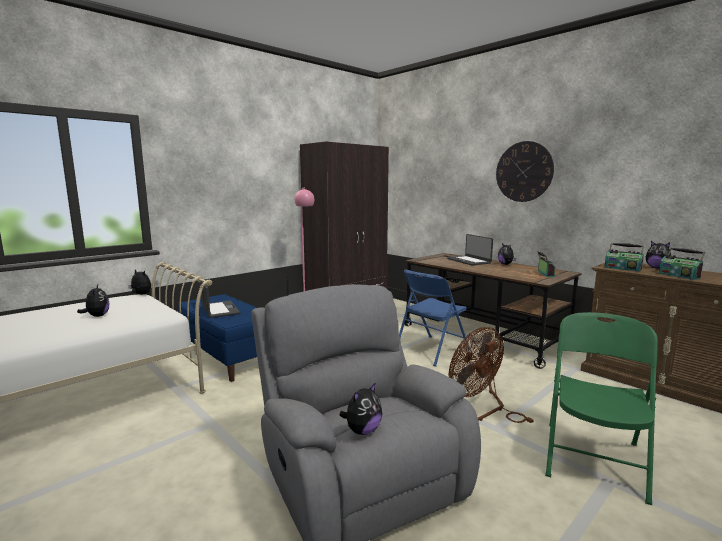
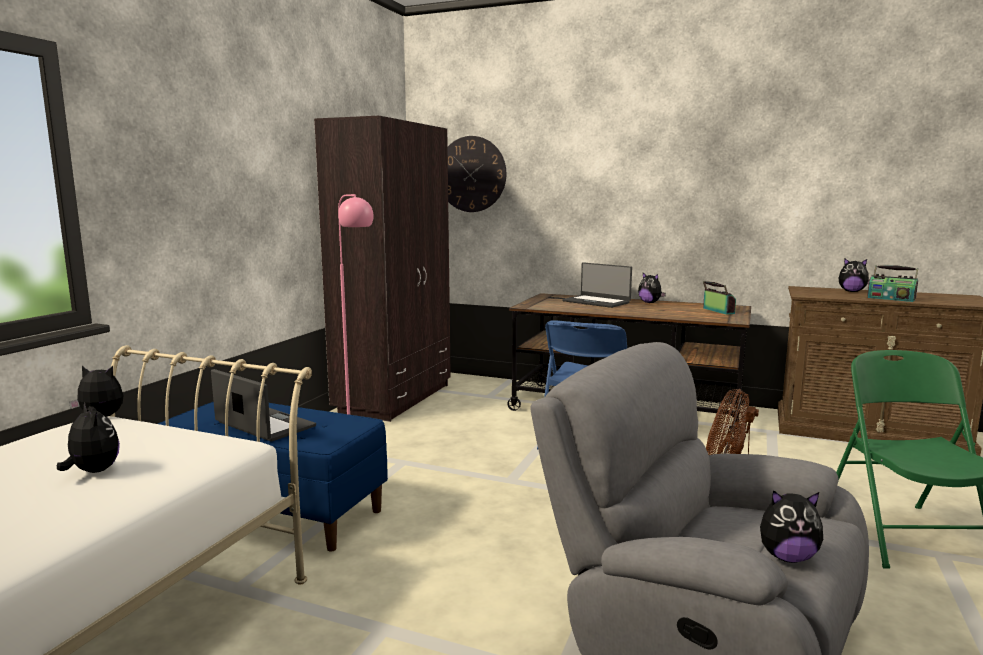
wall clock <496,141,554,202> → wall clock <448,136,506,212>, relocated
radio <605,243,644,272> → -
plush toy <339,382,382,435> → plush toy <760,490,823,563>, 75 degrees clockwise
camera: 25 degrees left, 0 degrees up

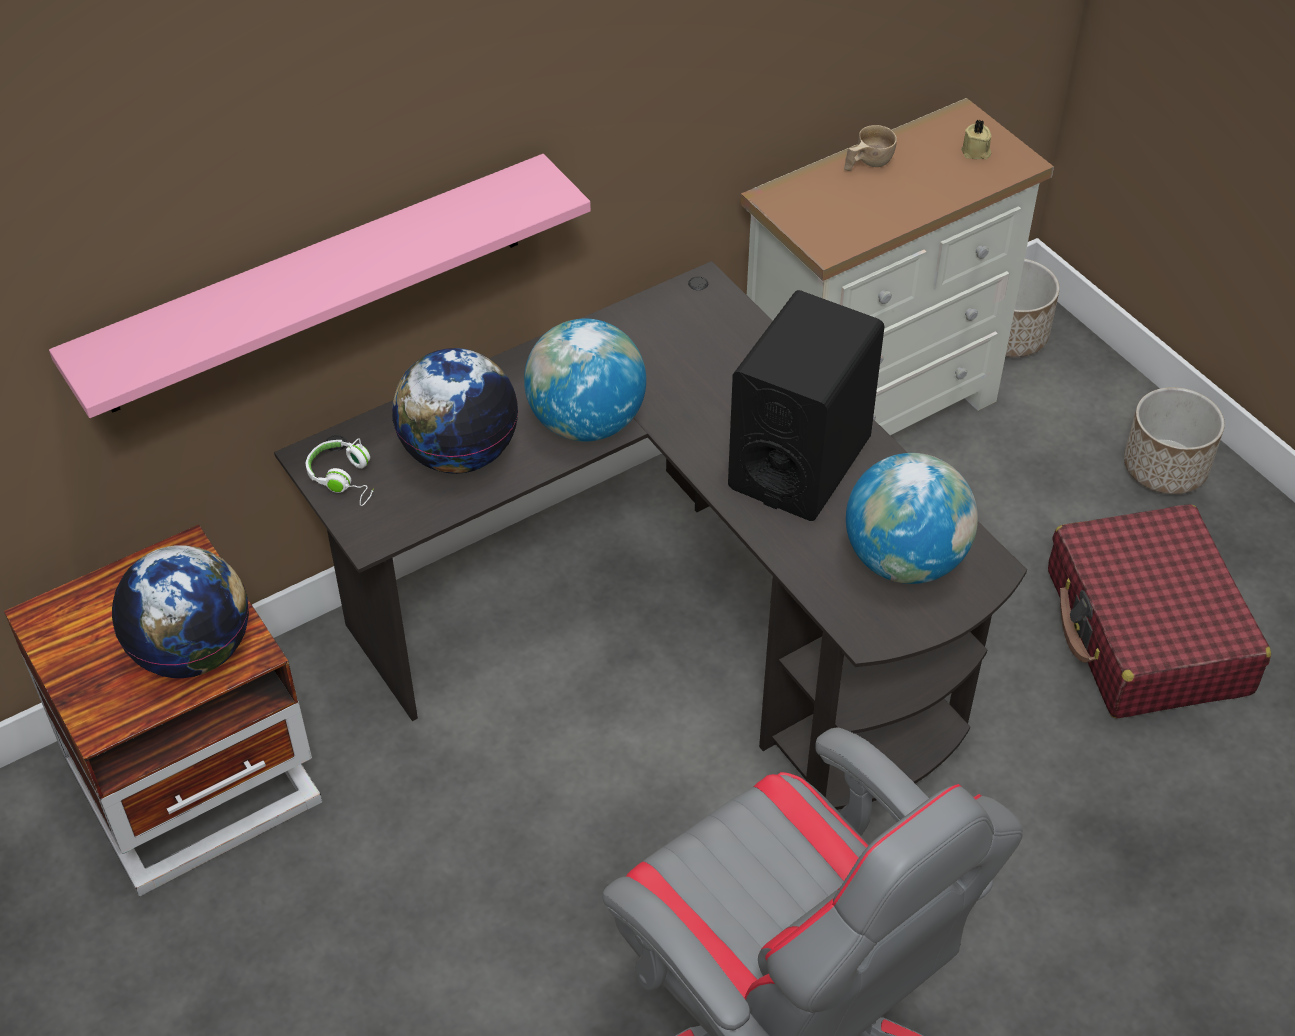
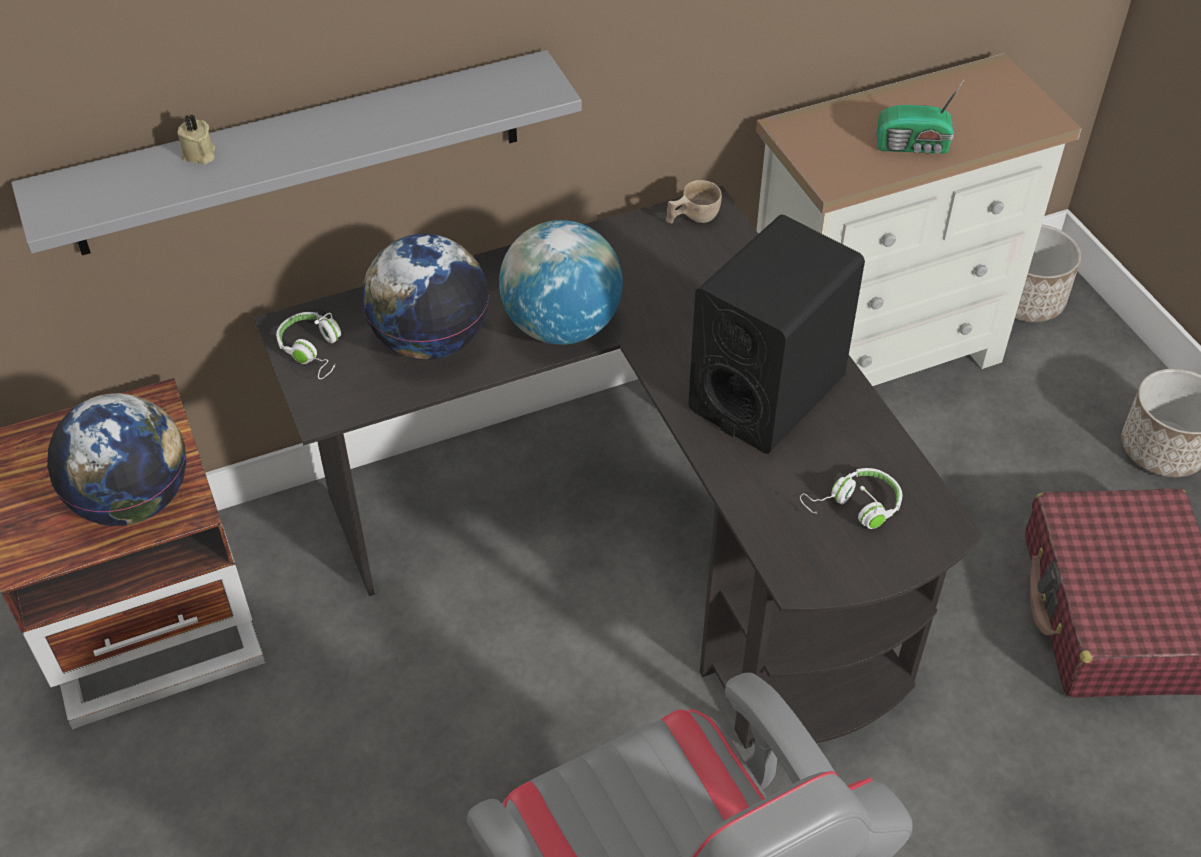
beige candle <961,120,992,159> → beige candle <177,114,215,164>, relocated
beige cup <844,125,897,171> → beige cup <666,180,722,224>, relocated
pink shelf <49,154,591,418> → grey shelf <11,50,582,255>
globe <846,453,978,584> → white headphones <800,468,902,529>
- → radio <877,79,965,154>
camera: 10 degrees right, 0 degrees up

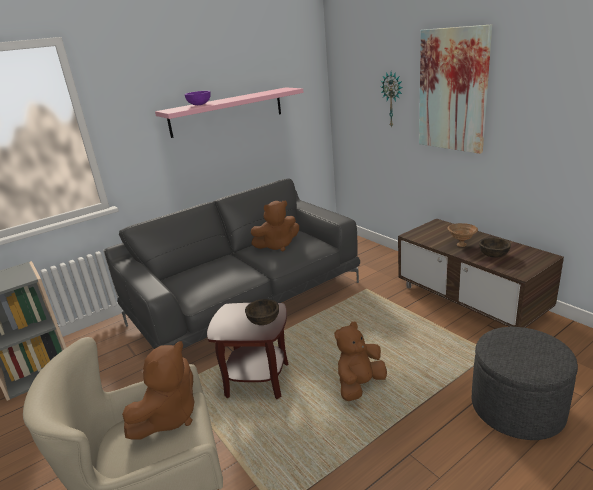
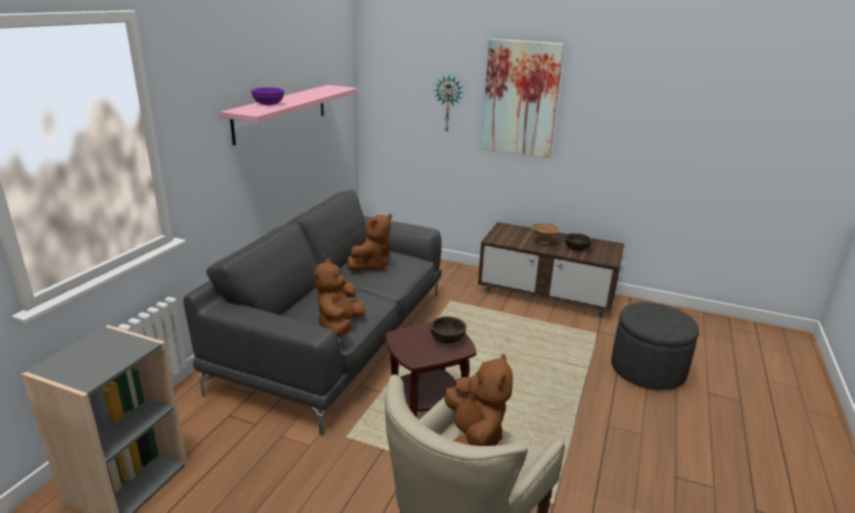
brown plush toy <334,322,387,401> → brown plush toy <313,258,365,338>, relocated
camera: 35 degrees left, 0 degrees up

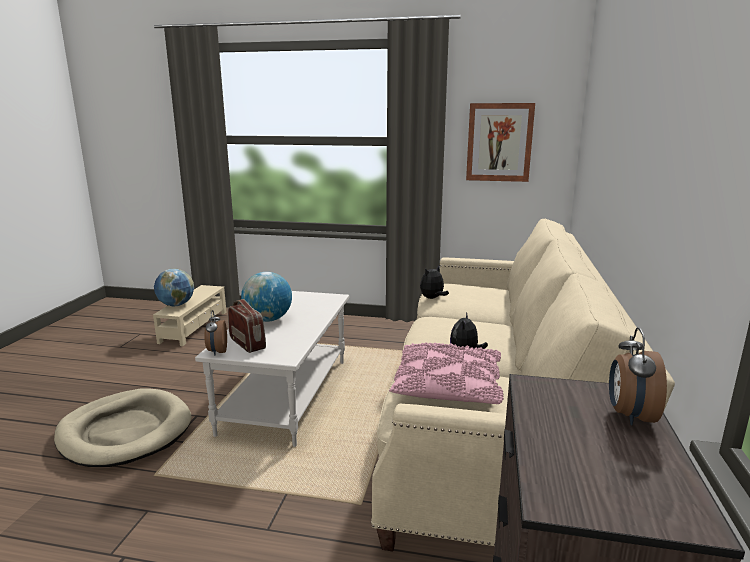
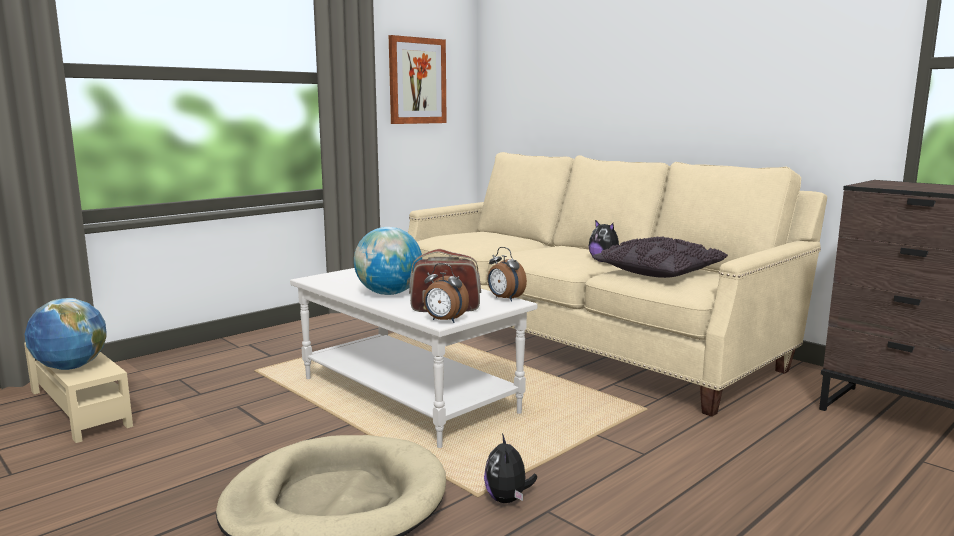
plush toy <420,266,449,299> → plush toy <484,434,537,503>, relocated
alarm clock <609,327,667,425> → alarm clock <487,247,527,302>, relocated
pink pillow <389,342,504,404> → black pillow <592,236,728,278>
camera: 55 degrees left, 5 degrees down

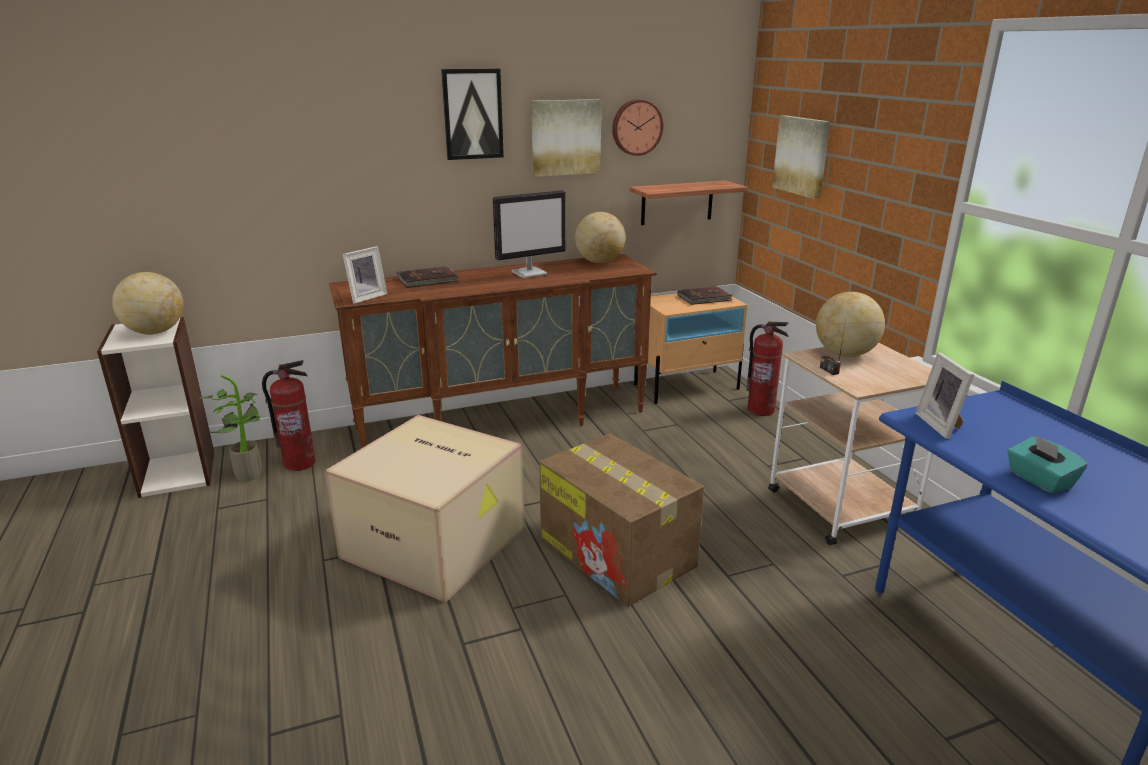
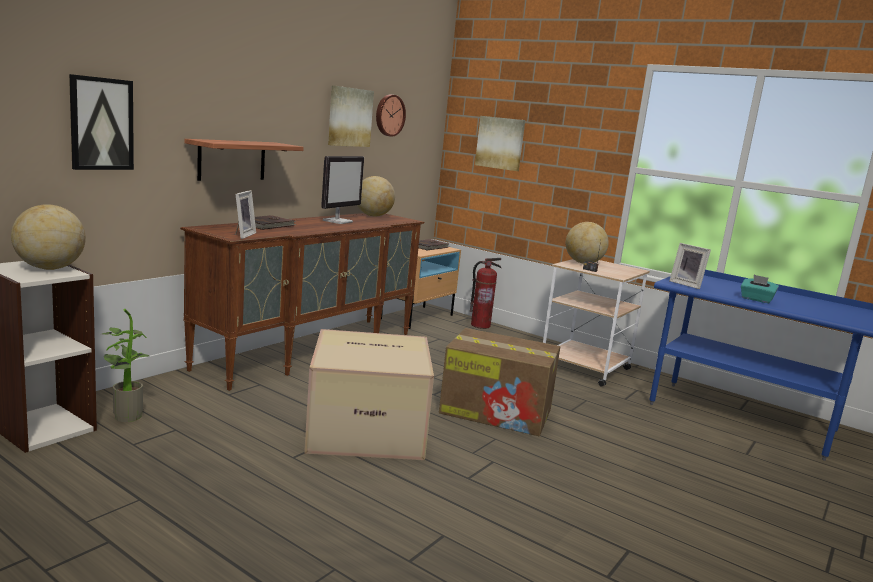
picture <441,69,504,160> → picture <69,74,134,170>, relocated
shelf <629,180,748,225> → shelf <185,139,304,181>, relocated
fire extinguisher <262,360,316,471> → -
camera: 35 degrees left, 10 degrees down

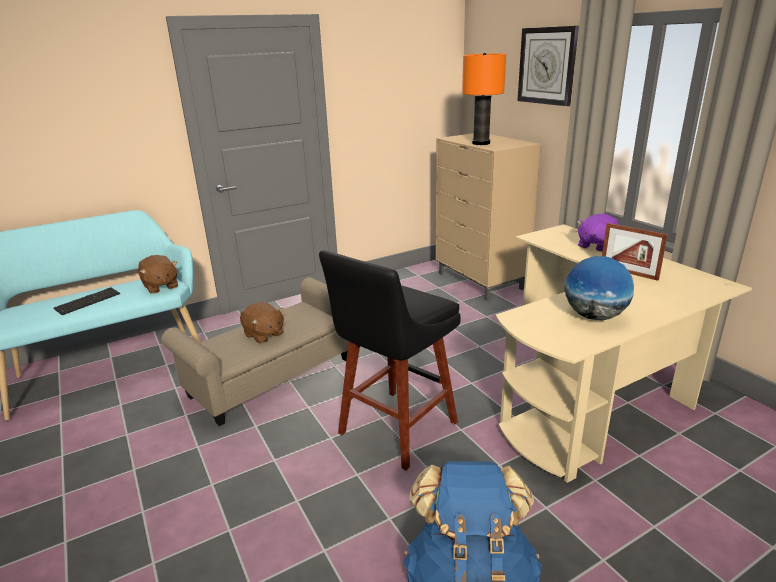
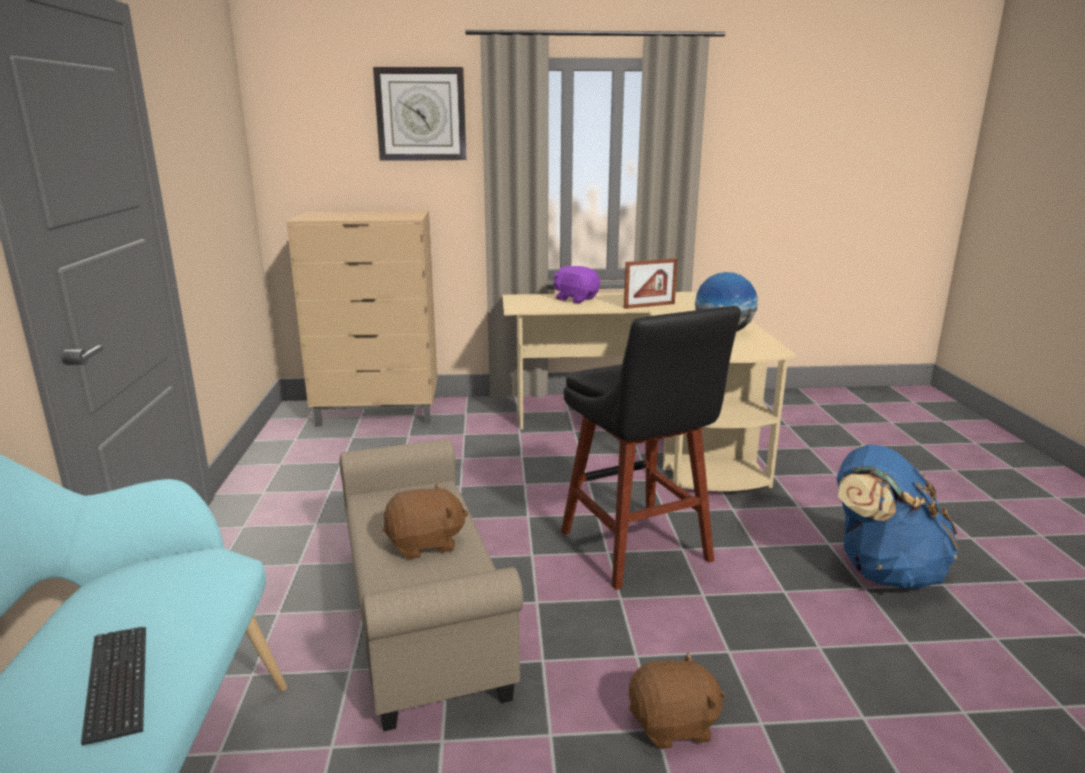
orange table lamp <462,53,506,145> → -
purple plush toy <577,214,619,252> → purple plush toy <553,266,600,303>, 150 degrees clockwise
brown plush toy <138,255,178,294> → brown plush toy <629,652,725,749>, relocated
camera: 65 degrees left, 5 degrees down

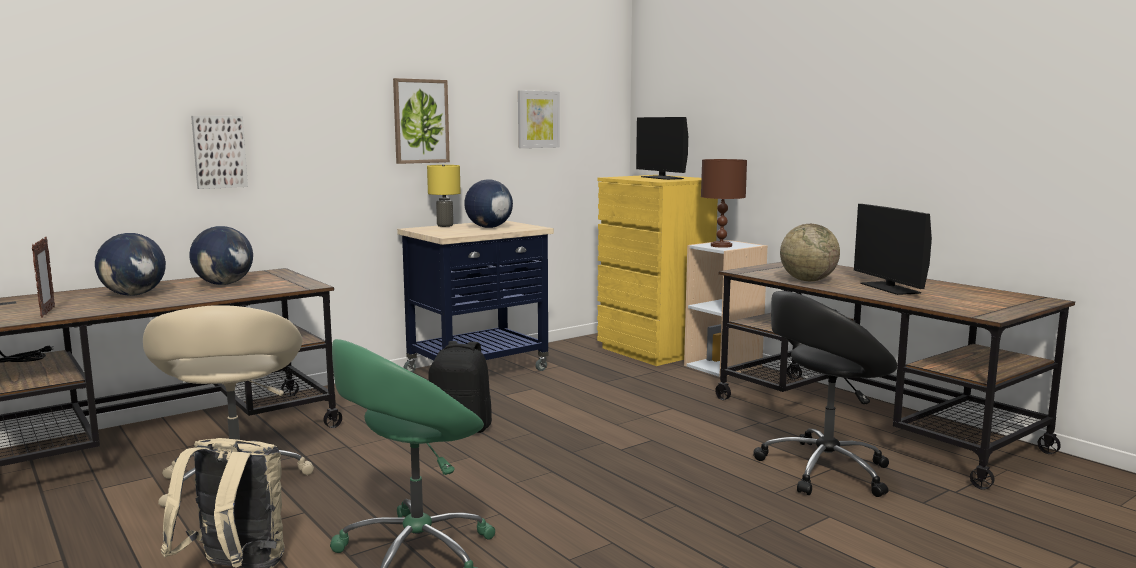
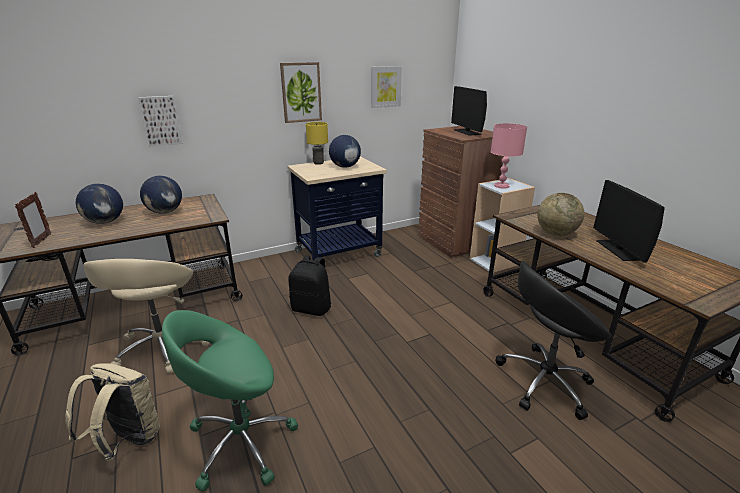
brown table lamp <701,159,747,248> → pink table lamp <491,124,527,189>
yellow dresser <597,175,718,366> → brown dresser <418,126,504,258>
camera: 10 degrees right, 15 degrees up

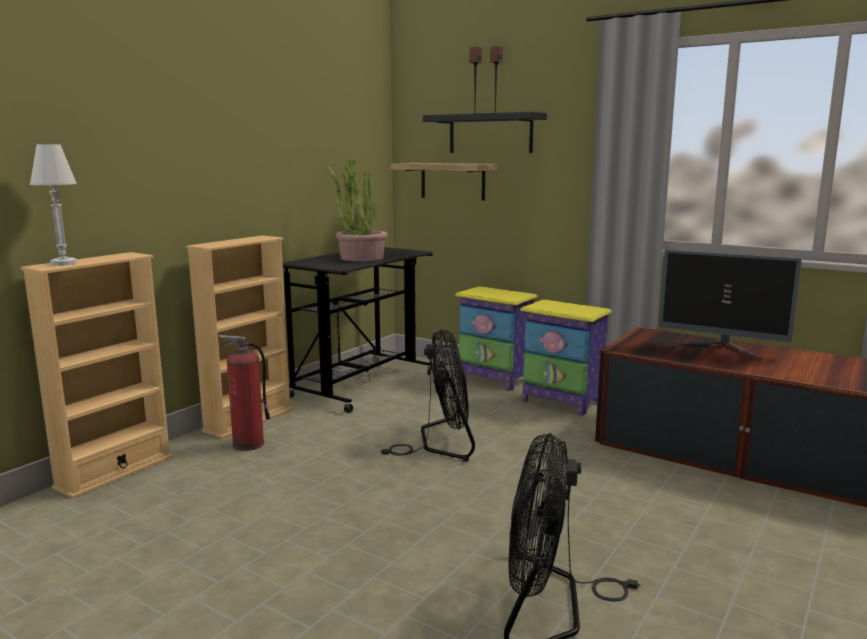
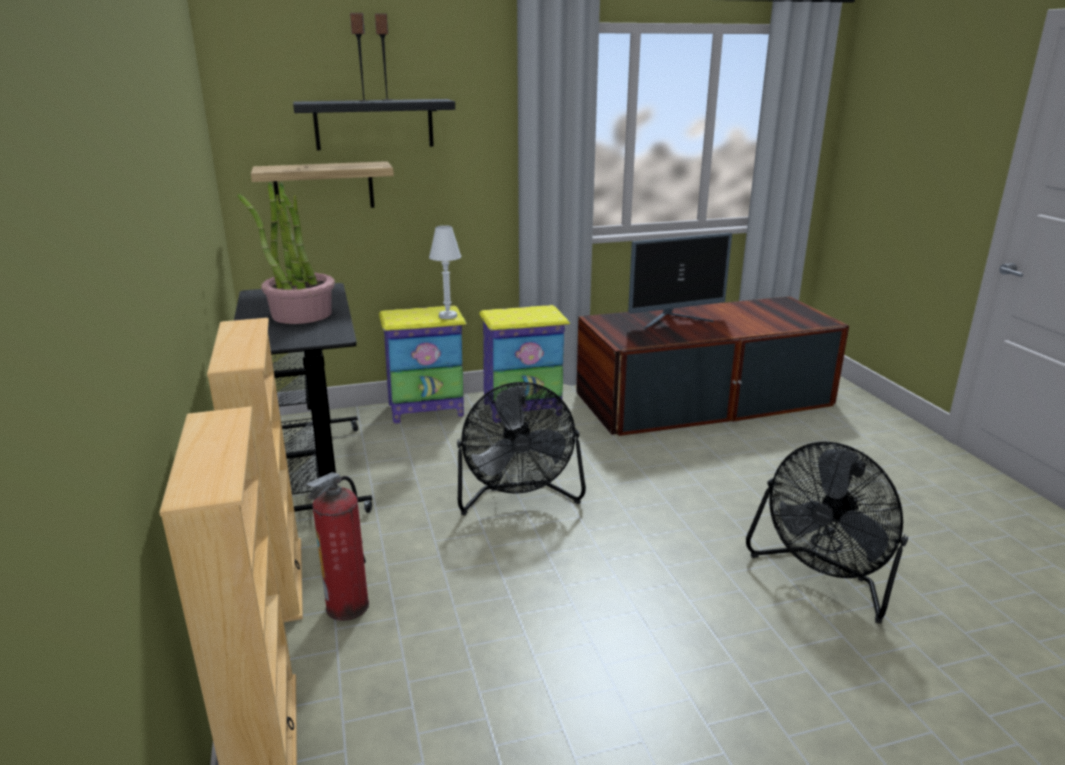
white table lamp <30,144,77,266> → white table lamp <429,225,461,319>, relocated
black fan <379,329,475,462> → black fan <457,382,586,515>, 135 degrees clockwise
camera: 50 degrees left, 10 degrees up

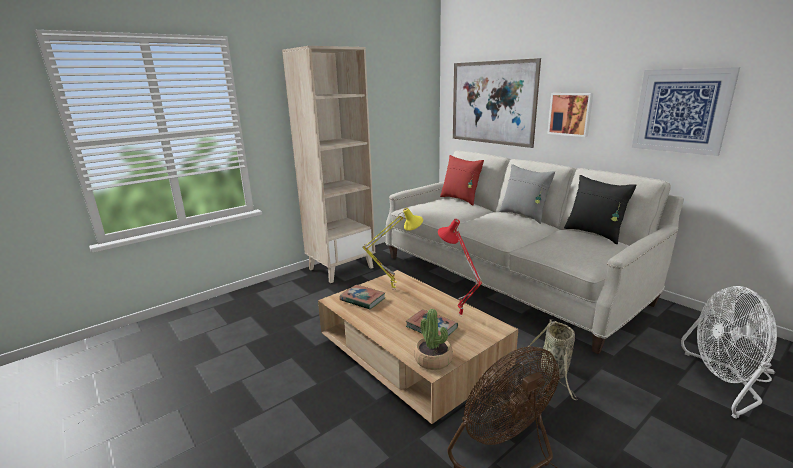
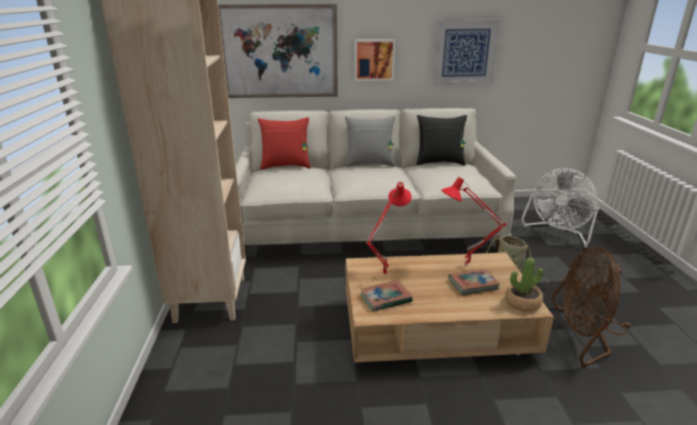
yellow table lamp <362,208,423,290> → red table lamp <366,182,412,275>
camera: 55 degrees left, 5 degrees up

